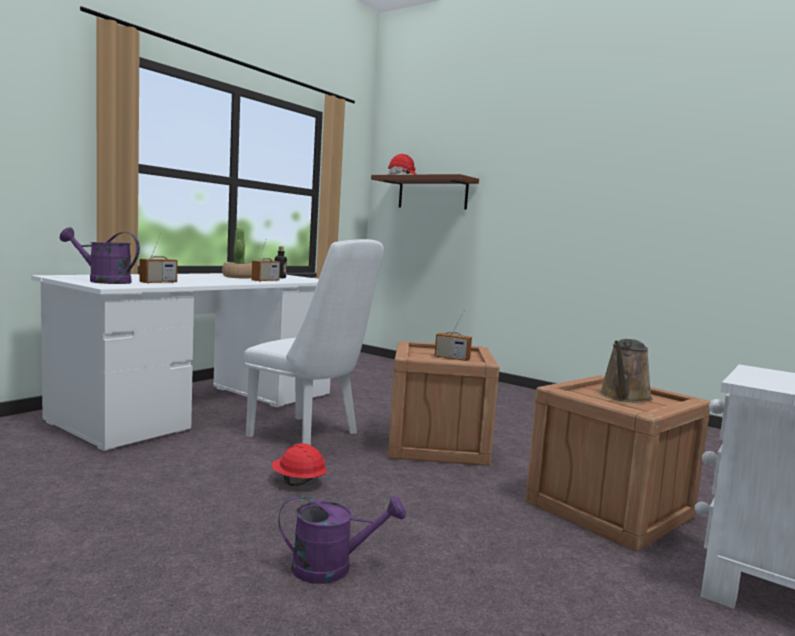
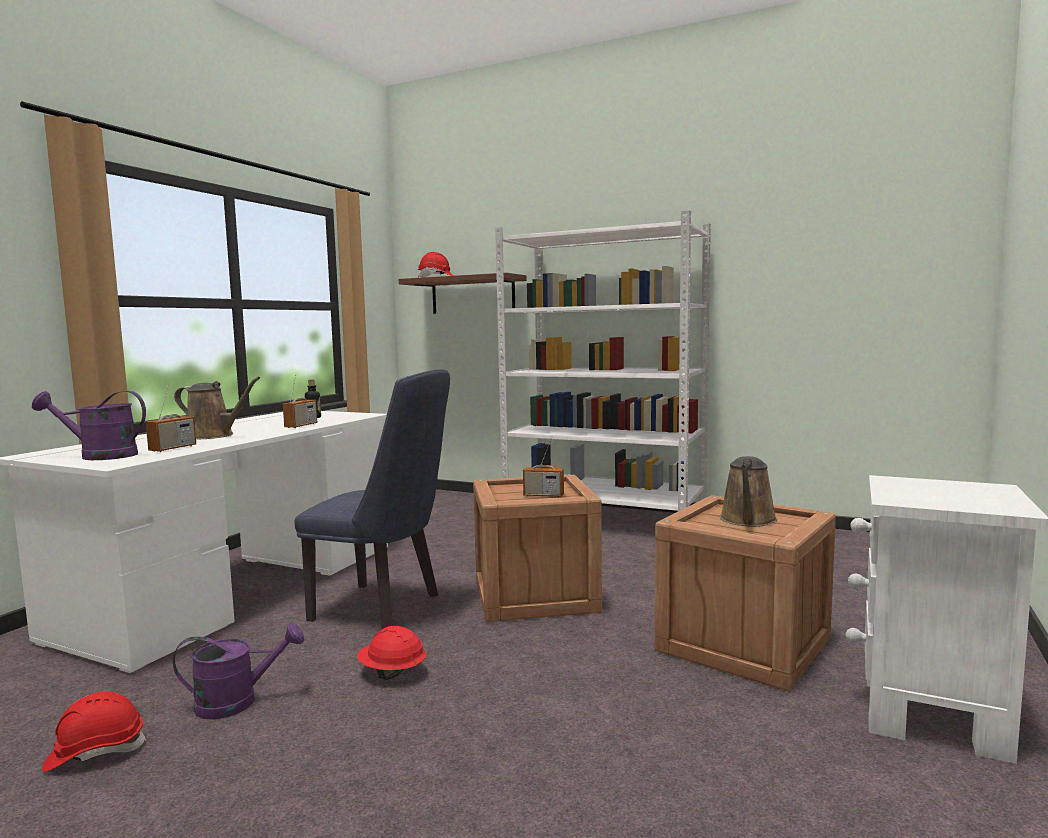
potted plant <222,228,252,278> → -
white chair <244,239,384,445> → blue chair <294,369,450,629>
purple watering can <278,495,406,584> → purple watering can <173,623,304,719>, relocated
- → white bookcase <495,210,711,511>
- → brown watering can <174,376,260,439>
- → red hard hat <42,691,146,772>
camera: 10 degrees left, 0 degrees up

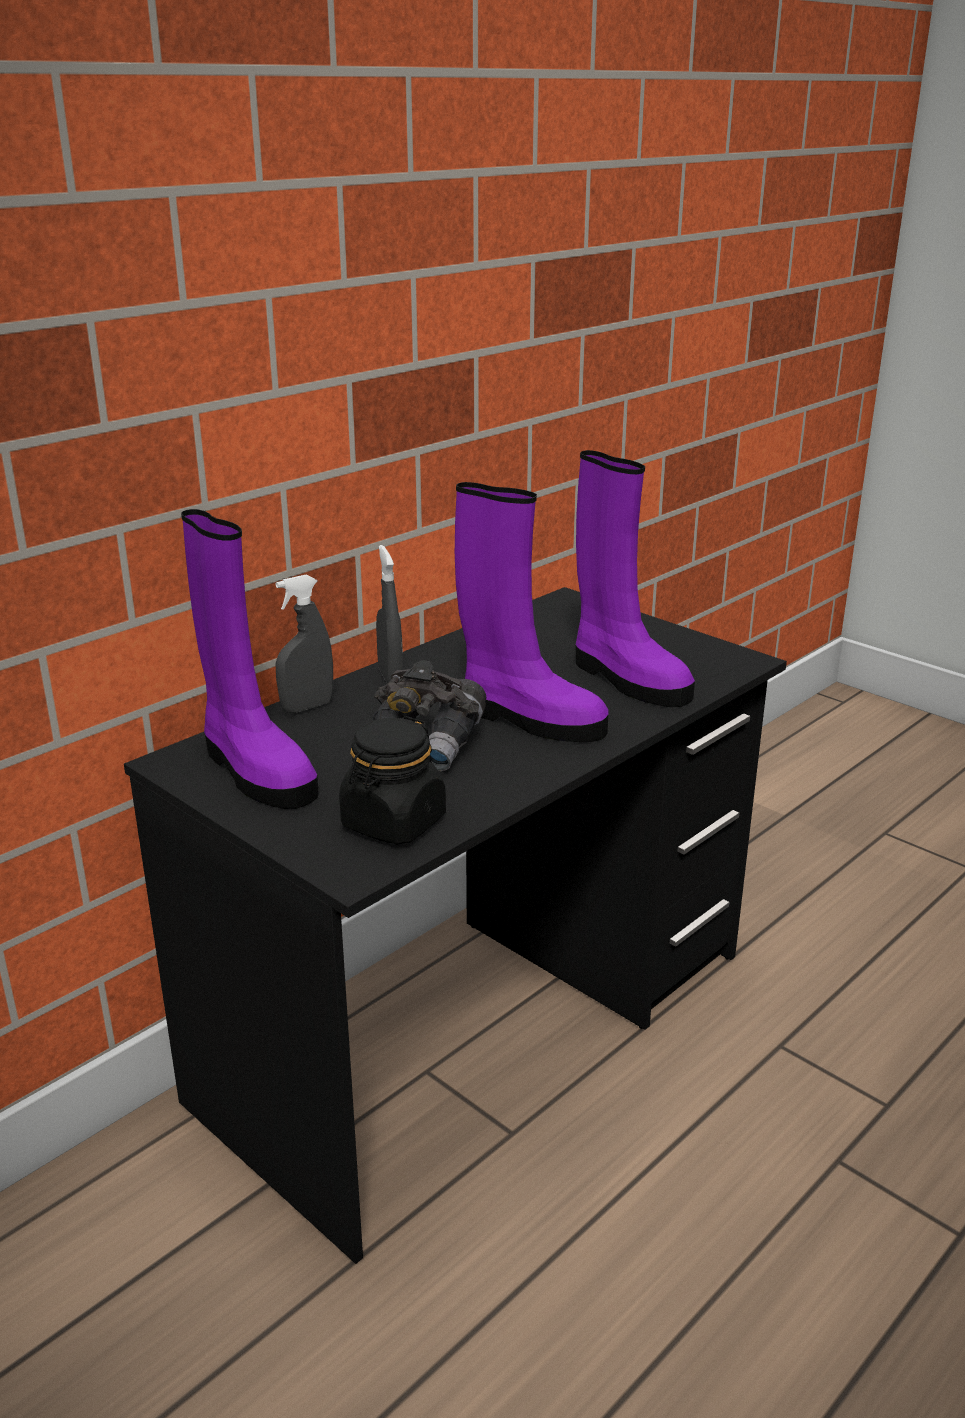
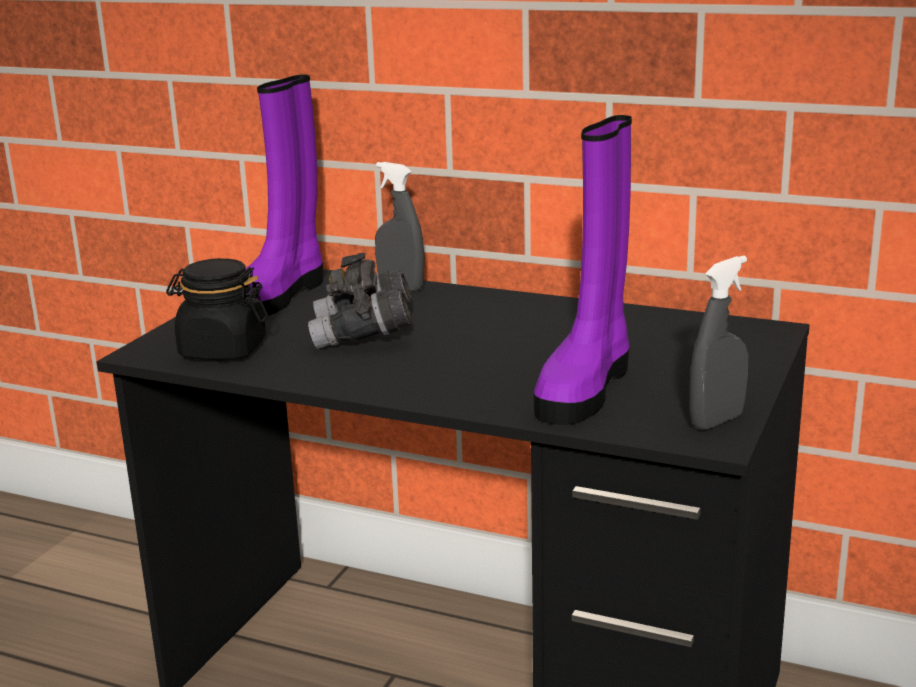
purple boot <455,482,609,742> → -
grey spray bottle <376,545,403,684> → grey spray bottle <689,255,748,430>, relocated
camera: 70 degrees right, 5 degrees down

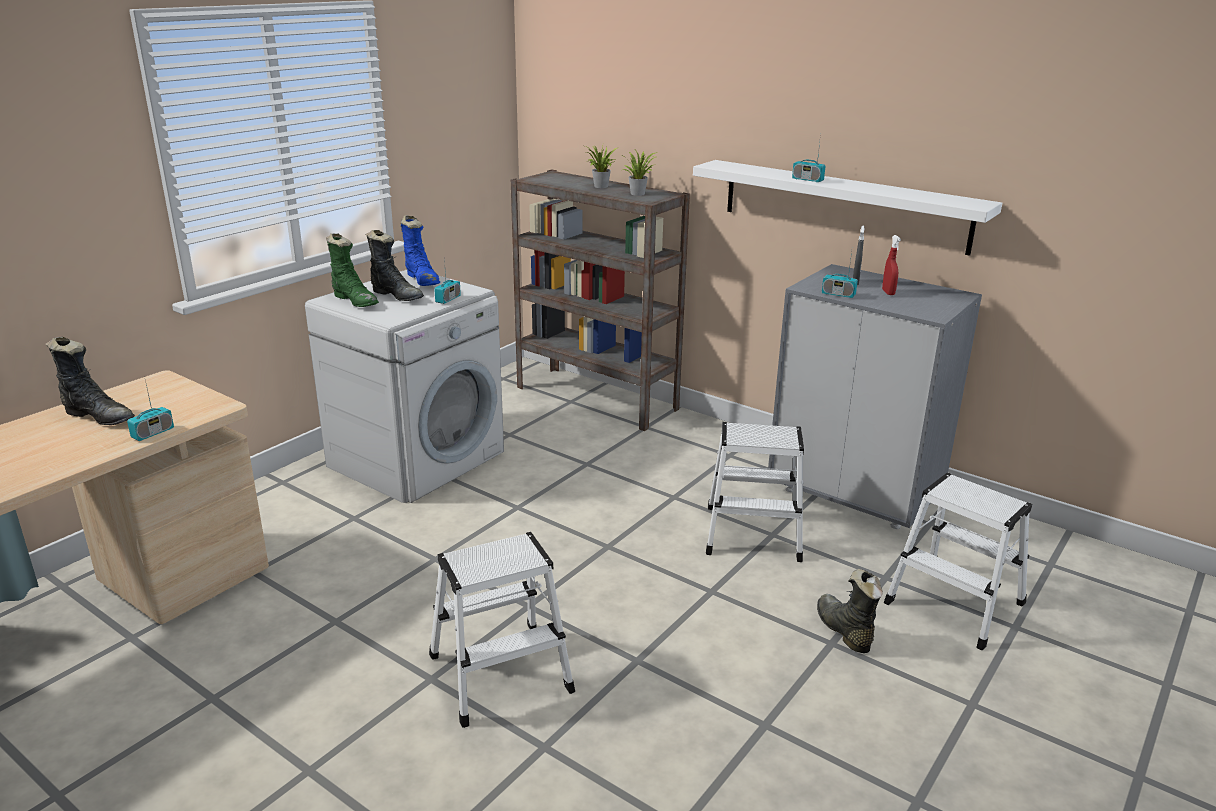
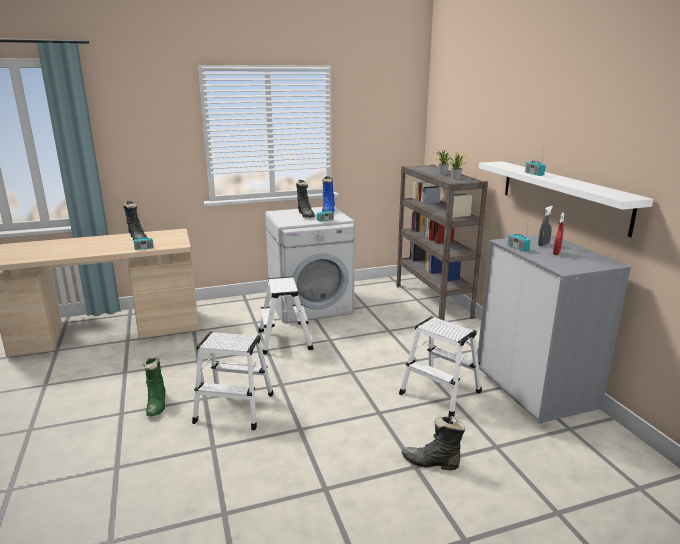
green boot <326,233,379,307> → green boot <144,357,166,416>, relocated
white step ladder <884,472,1033,650> → white step ladder <258,276,314,355>, relocated
black boot <817,569,883,653> → black boot <402,416,465,471>, 90 degrees counterclockwise
camera: 35 degrees right, 5 degrees down

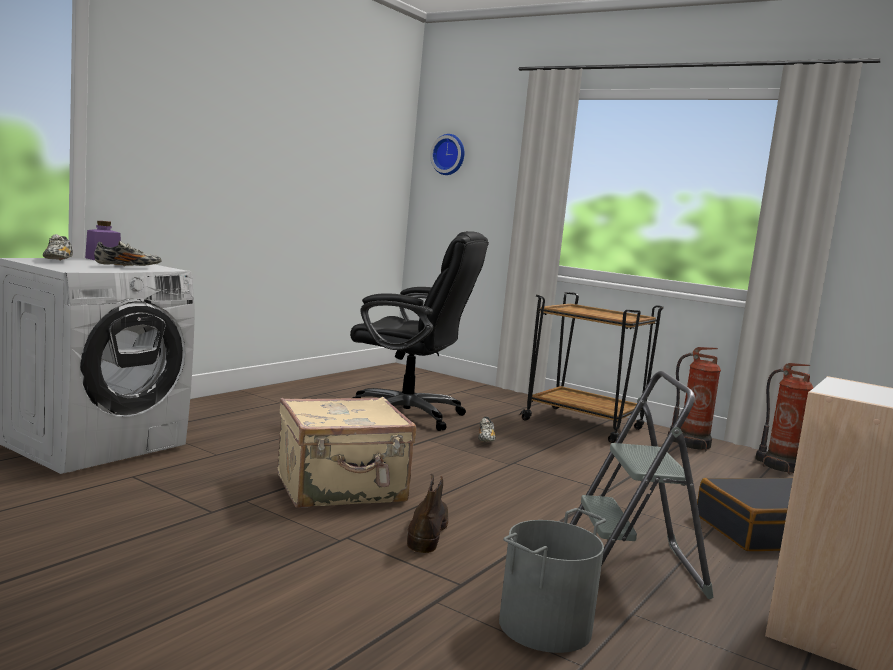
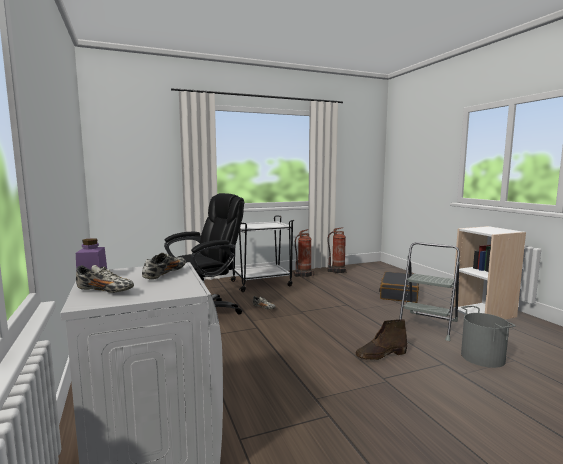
wall clock <430,134,464,175> → -
brown cart <519,292,664,443> → white cart <229,216,294,292>
beige suitcase <277,397,416,508> → -
brown boot <407,474,448,553> → brown boot <356,319,407,360>, 60 degrees counterclockwise
camera: 55 degrees left, 0 degrees up

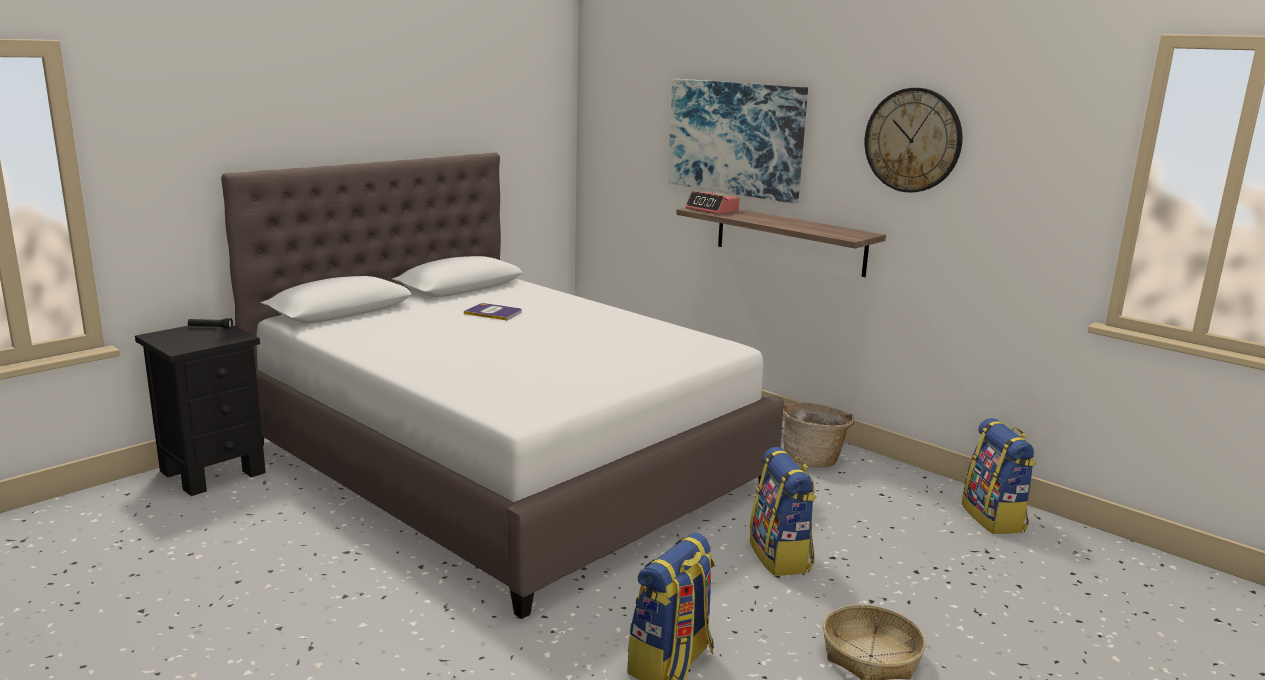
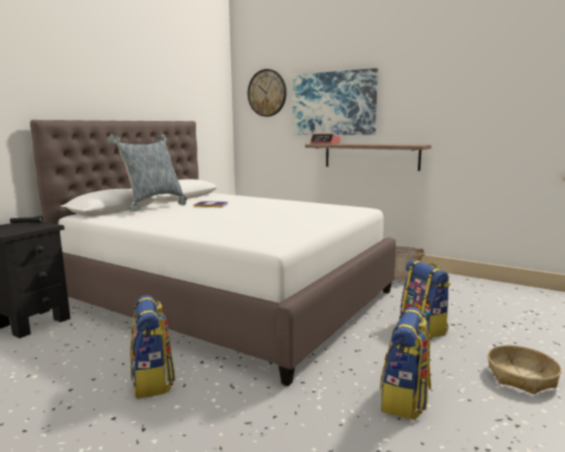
wall clock <865,88,962,193> → wall clock <248,69,287,117>, relocated
backpack <961,418,1036,534> → backpack <130,295,176,399>, relocated
- → pillow <107,134,188,212>
camera: 10 degrees left, 5 degrees down

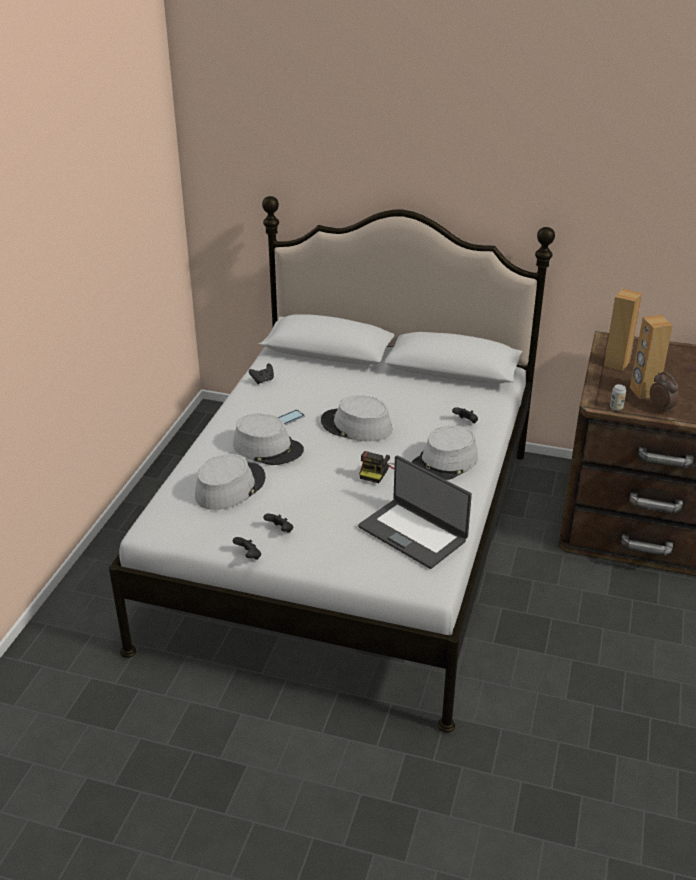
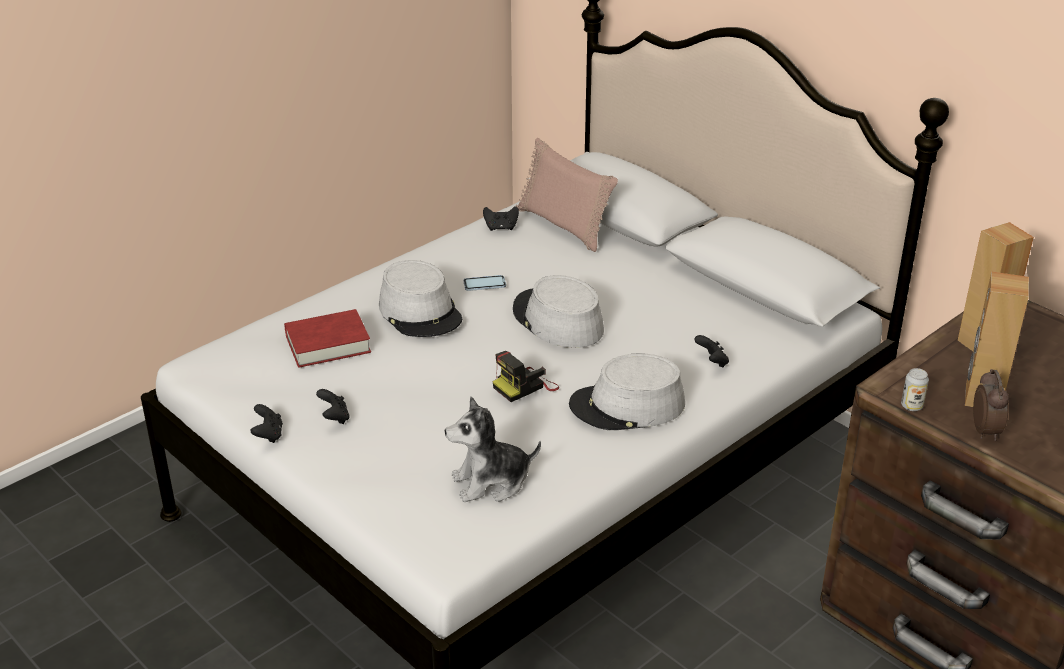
grey hat <195,454,265,510> → red book <284,309,371,368>
laptop <358,456,472,569> → plush toy <445,397,541,502>
- → beige pillow <516,138,618,252>
camera: 30 degrees right, 0 degrees up

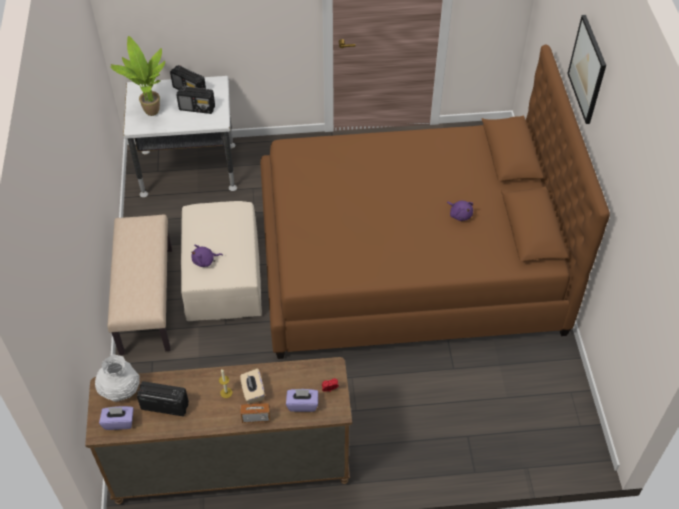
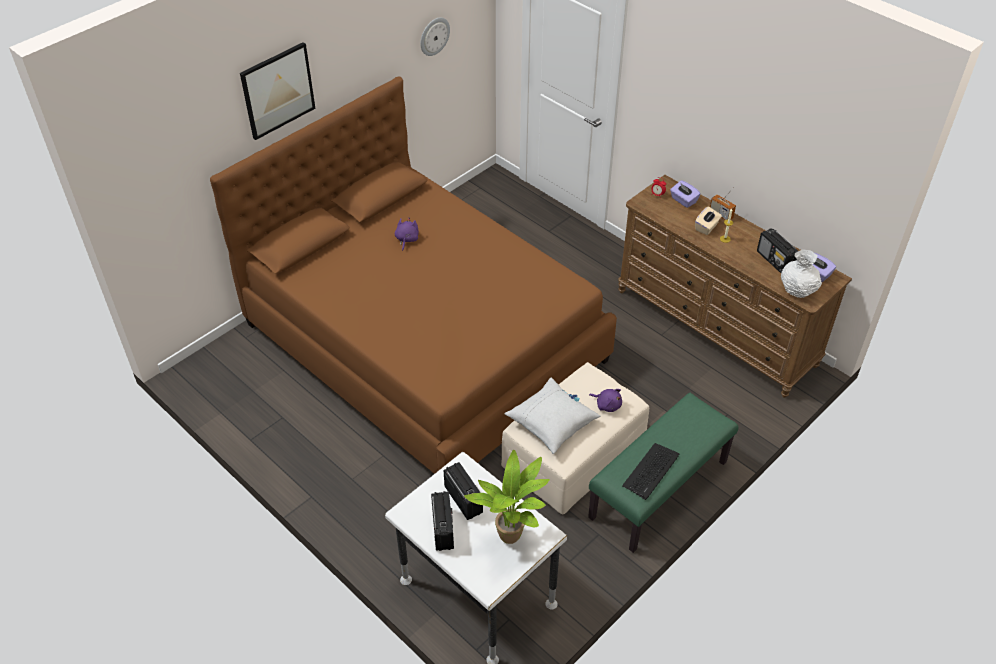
beige bench <107,214,172,355> → green bench <588,393,739,553>
- → wall clock <420,17,450,56>
- → grey pillow <505,377,600,454>
- → keyboard <622,443,679,500>
camera: 130 degrees left, 5 degrees down

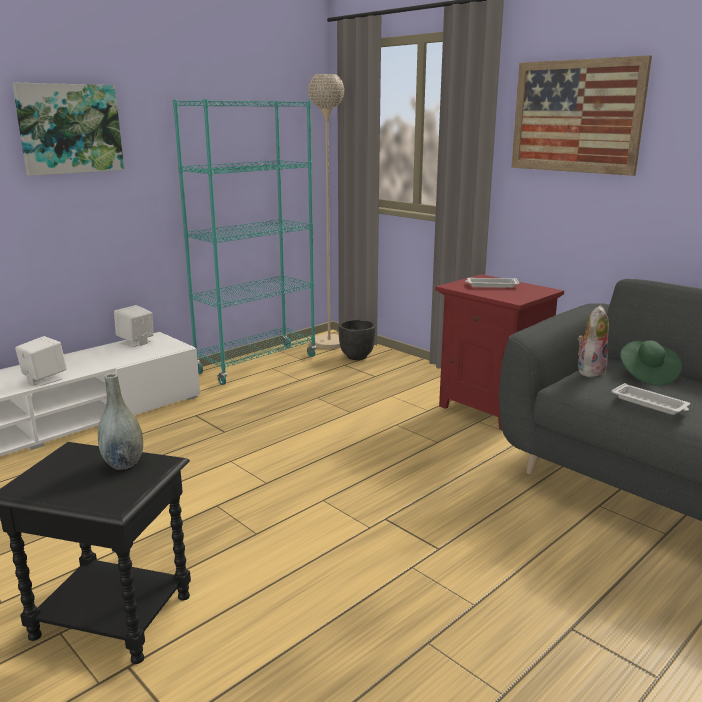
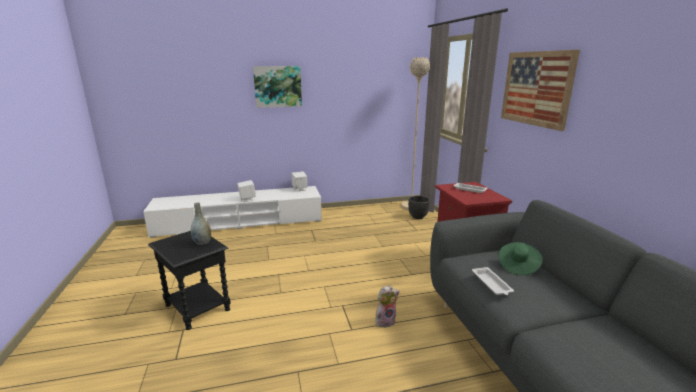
turquoise bookcase <173,99,316,385> → -
plush toy <578,305,609,377> → plush toy <375,285,400,327>, relocated
camera: 30 degrees right, 0 degrees up

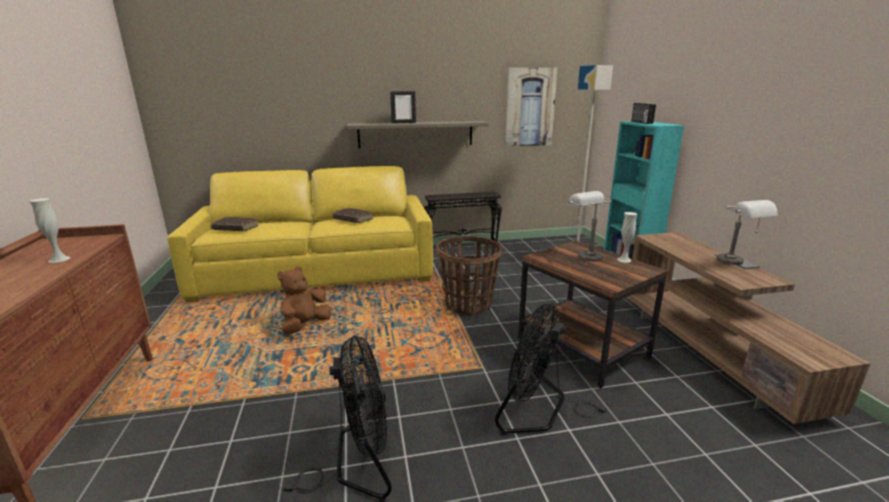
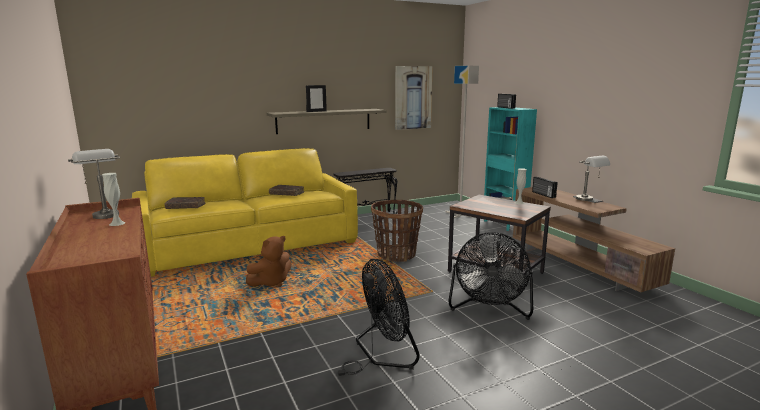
grey table lamp <567,191,612,262> → grey table lamp <68,149,120,219>, relocated
brown plush toy <277,266,331,334> → brown plush toy <246,236,291,287>, 150 degrees counterclockwise
black fan <495,304,608,435> → black fan <449,232,533,320>, 90 degrees counterclockwise
- → radio <532,177,557,198>
camera: 15 degrees left, 5 degrees down

